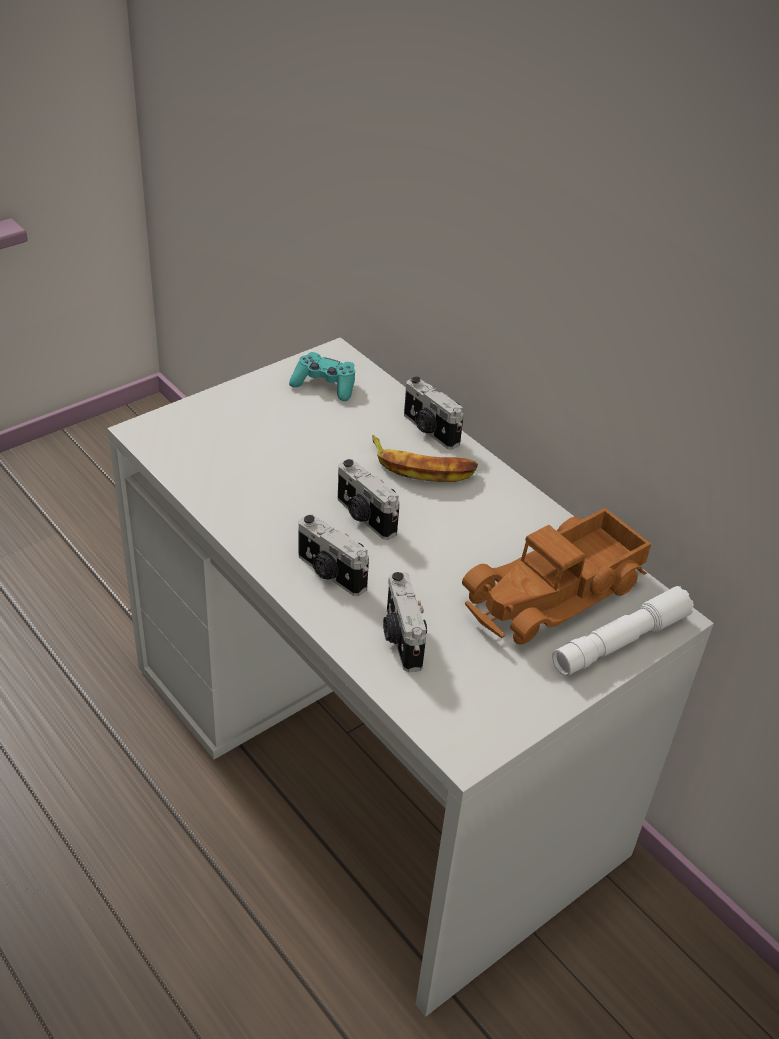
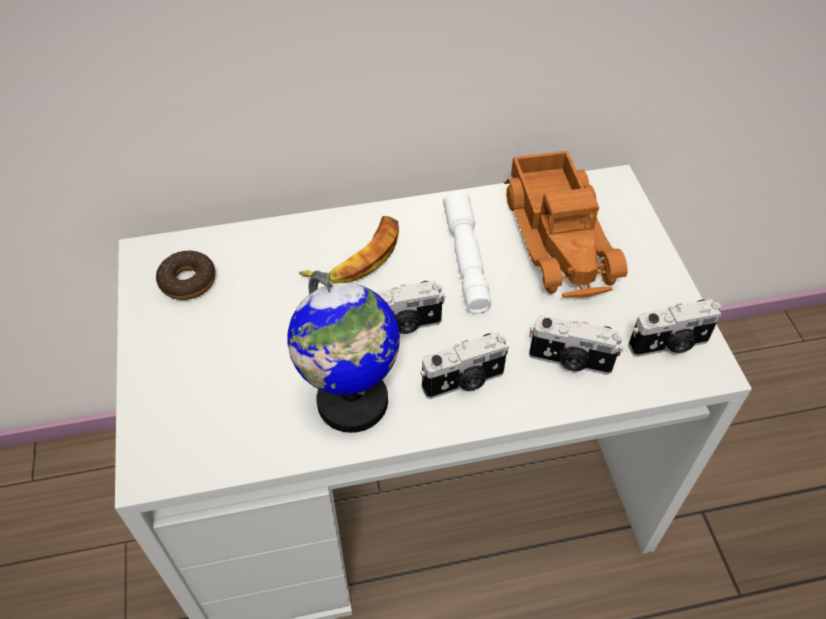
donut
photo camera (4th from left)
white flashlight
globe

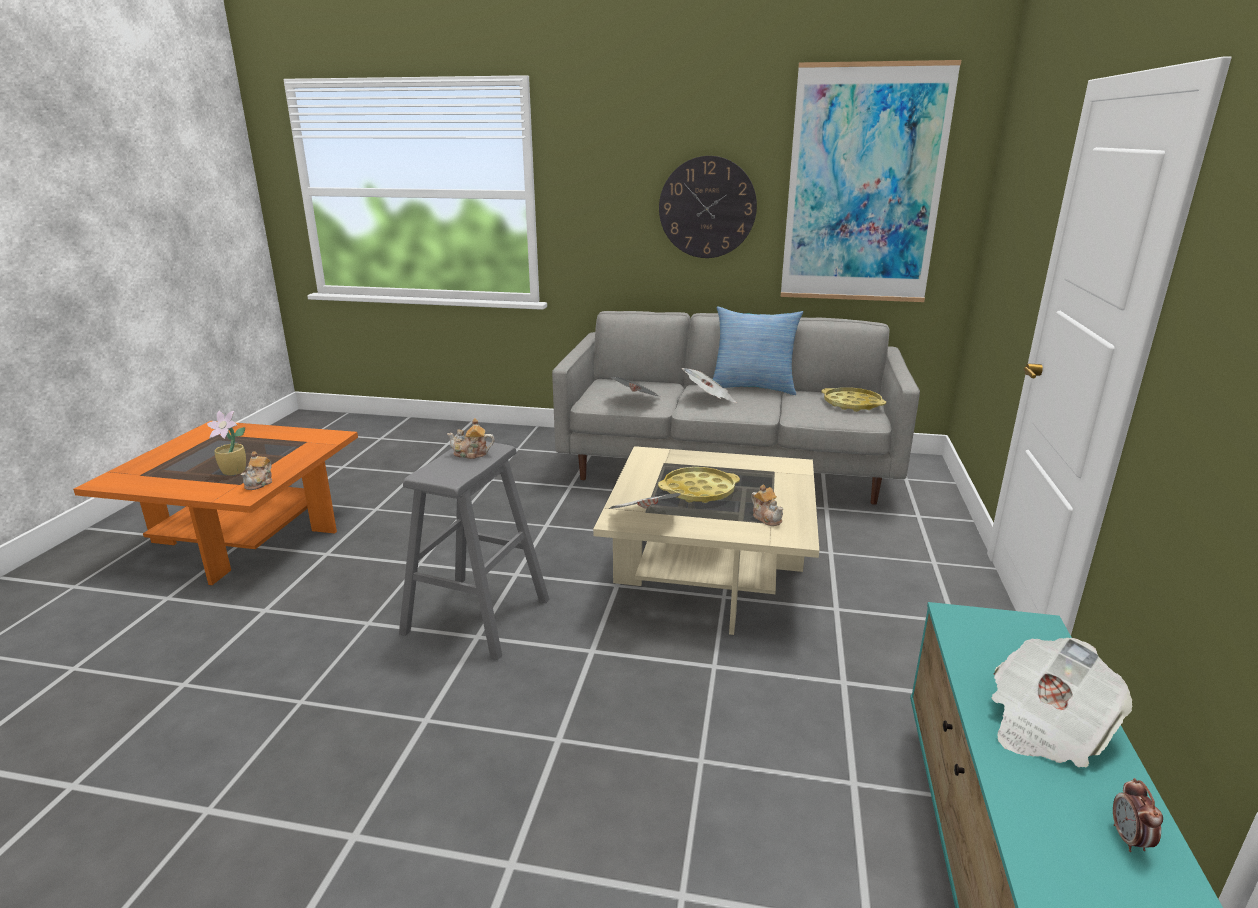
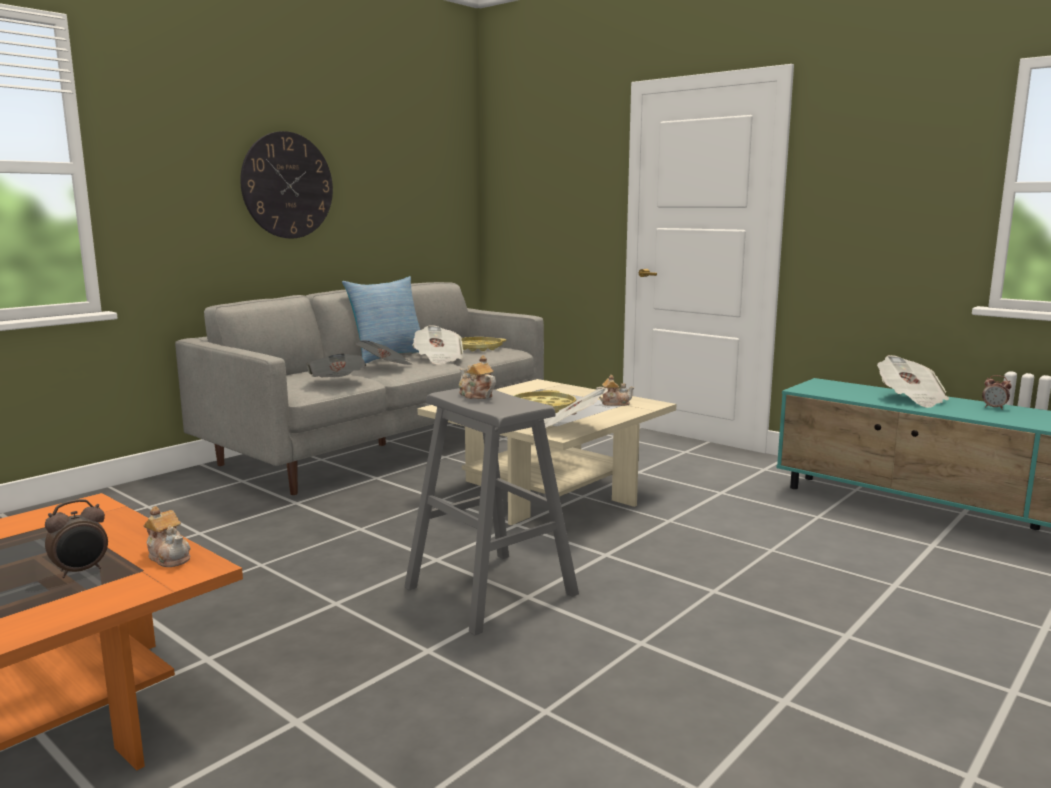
picture
alarm clock (1st from left)
teapot (2nd from left)
newspaper (3rd from left)

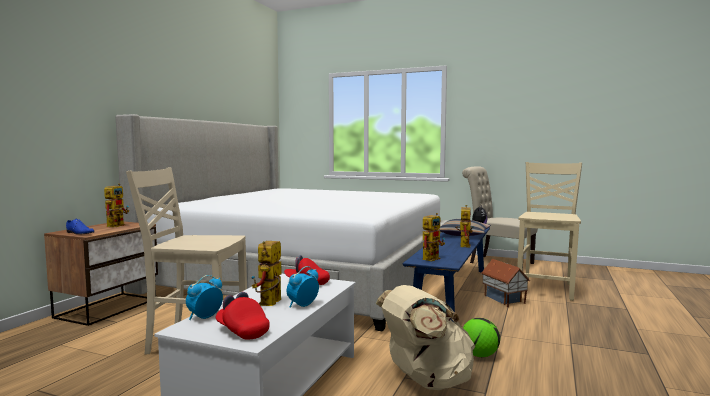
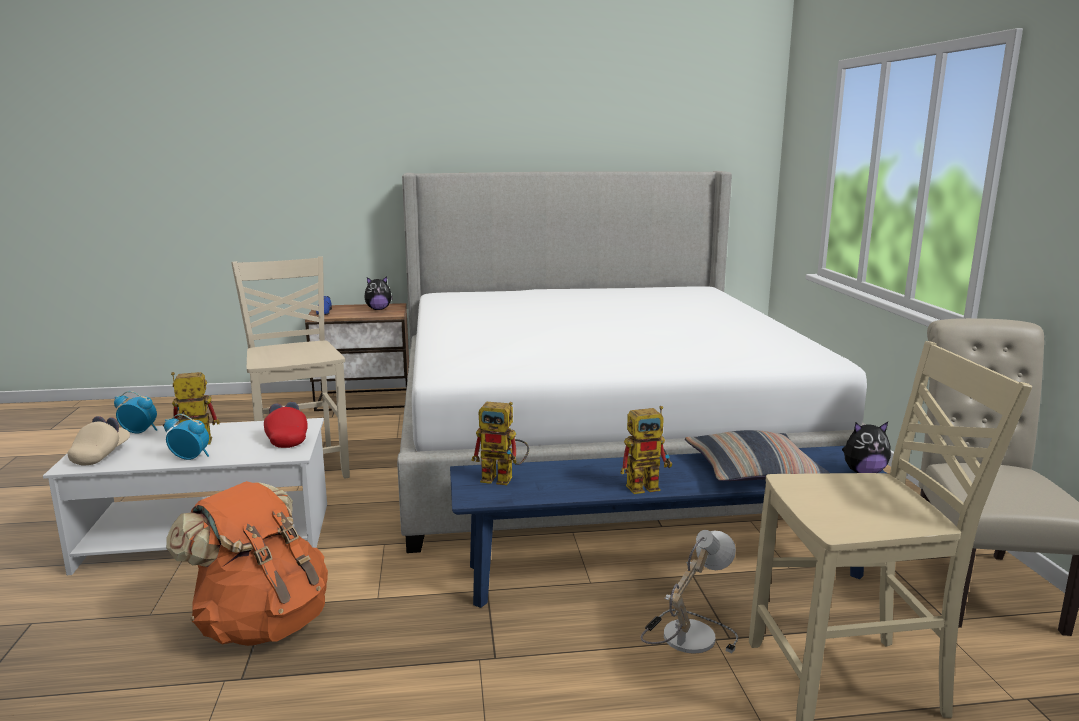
plush toy (1st from left)
table lamp
orange backpack
beige cap
football

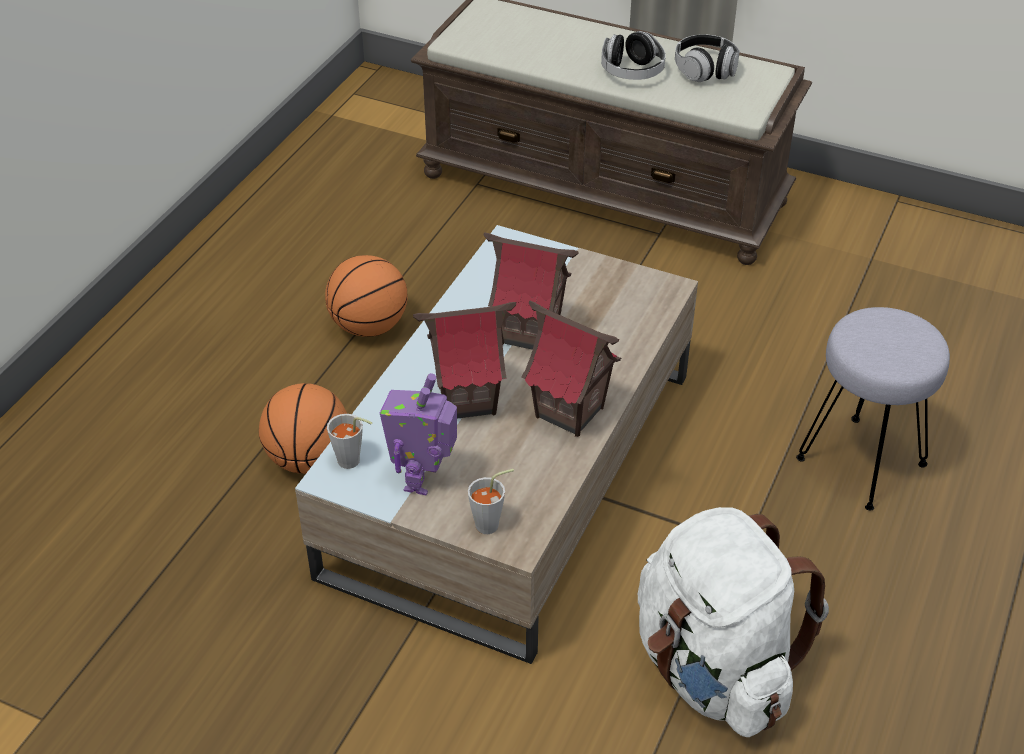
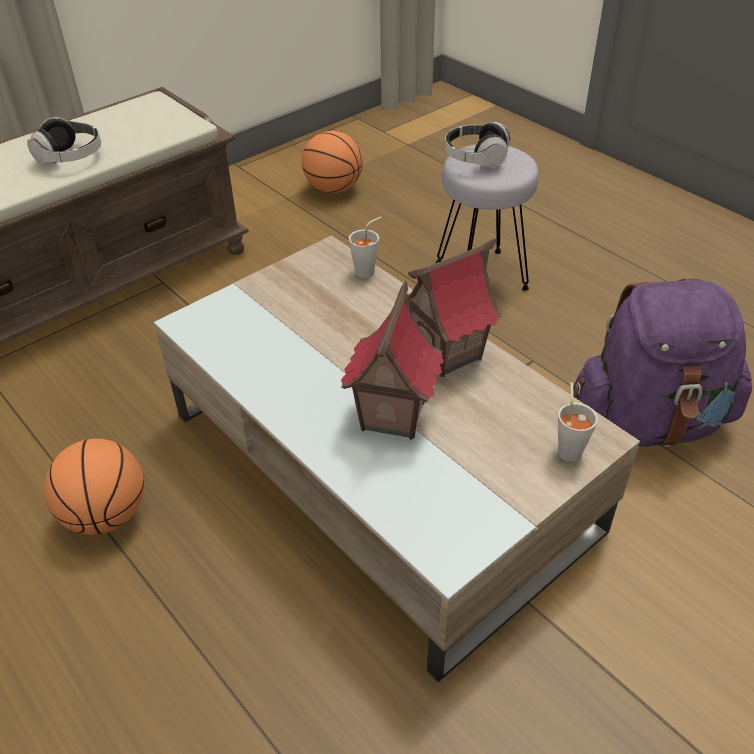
headphones (2nd from left)
toy house (2nd from left in the first image)
toy robot
basketball (2nd from left)
grey cup (1st from left)
purple backpack

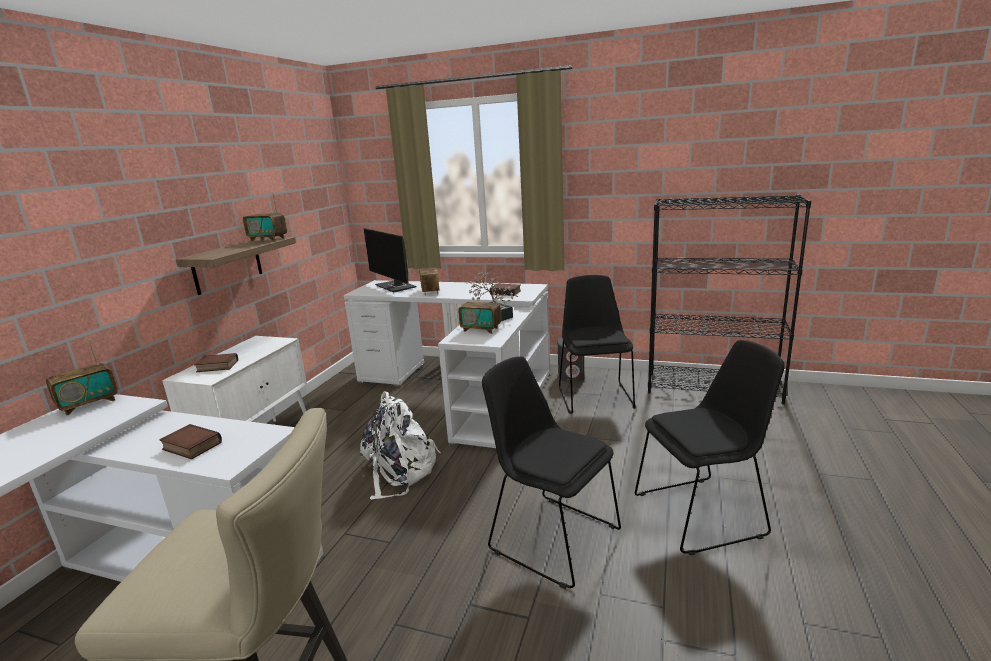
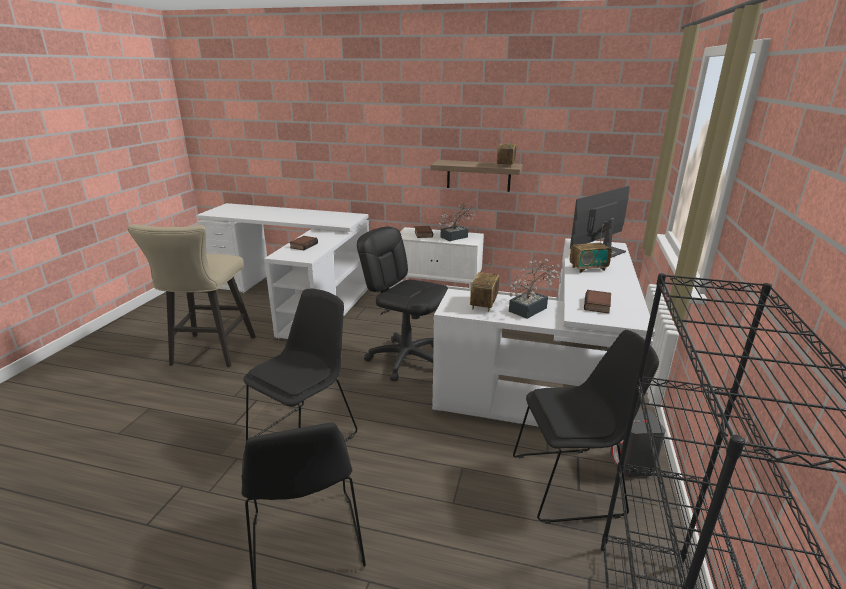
radio (1st from left in the first image)
black office chair
potted plant (1st from left)

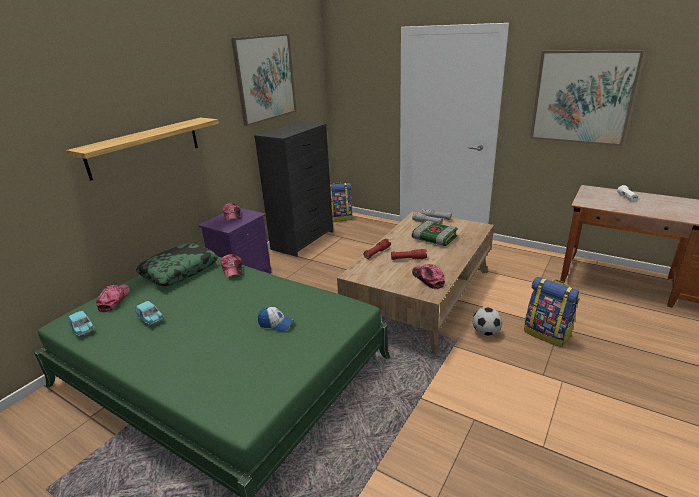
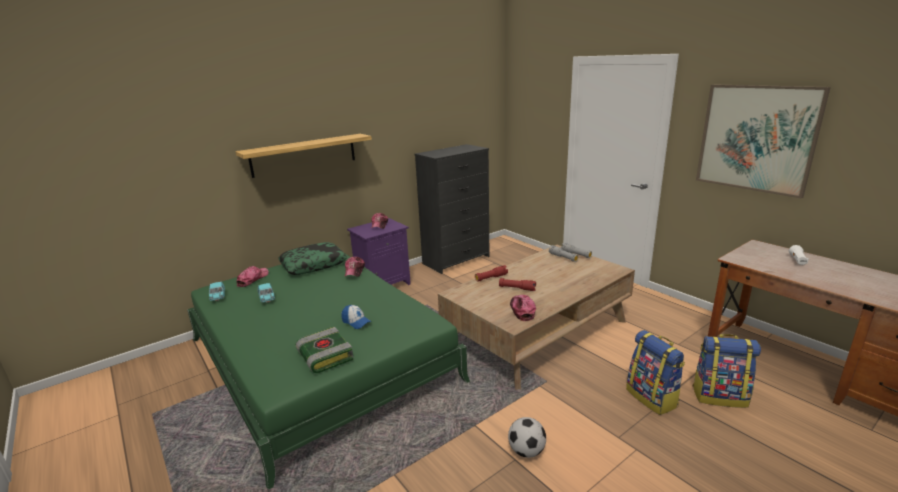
picture (1st from left in the first image)
backpack (2nd from left)
book
football

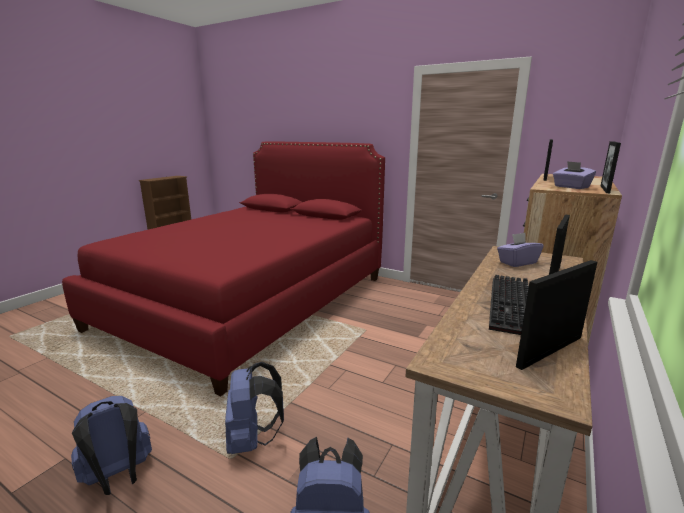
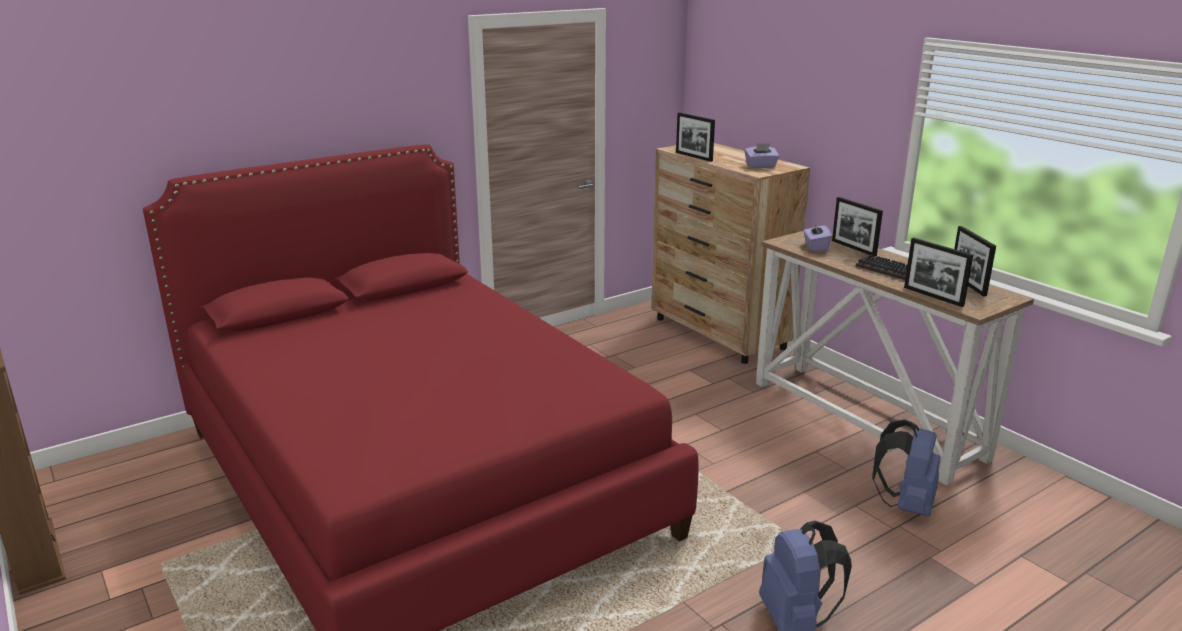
picture frame (3rd from left)
blue backpack (2nd from left in the first image)

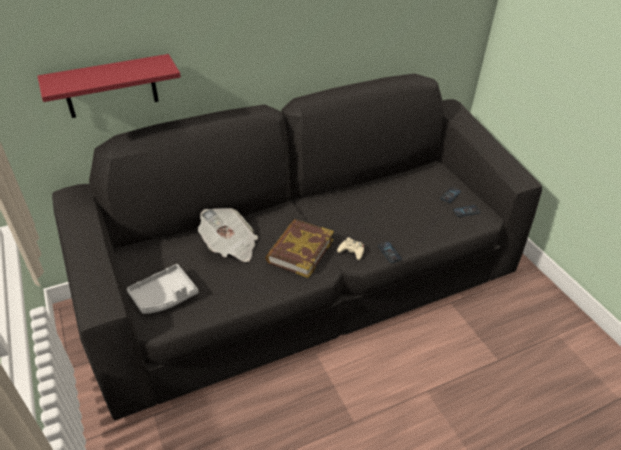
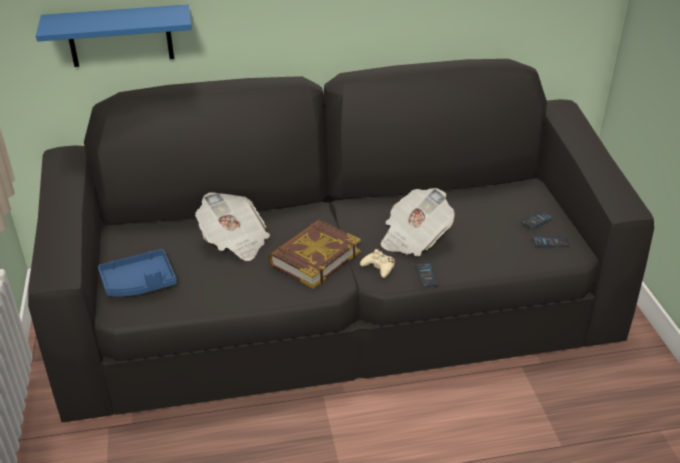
blue shelf
blue tray
newspaper (2nd from left)

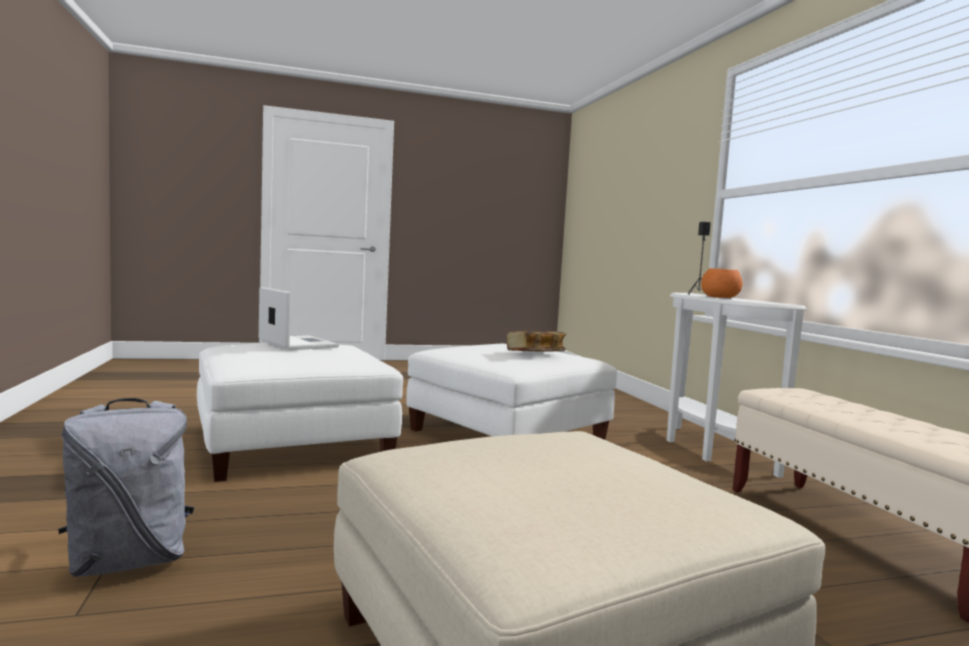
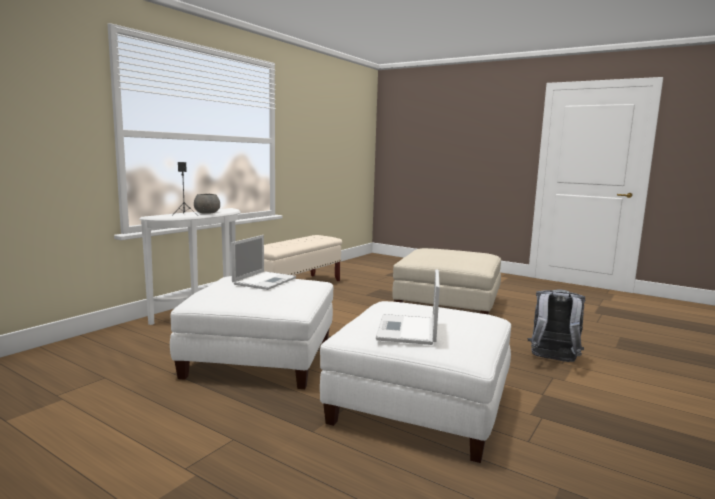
grey bowl
laptop (1st from left)

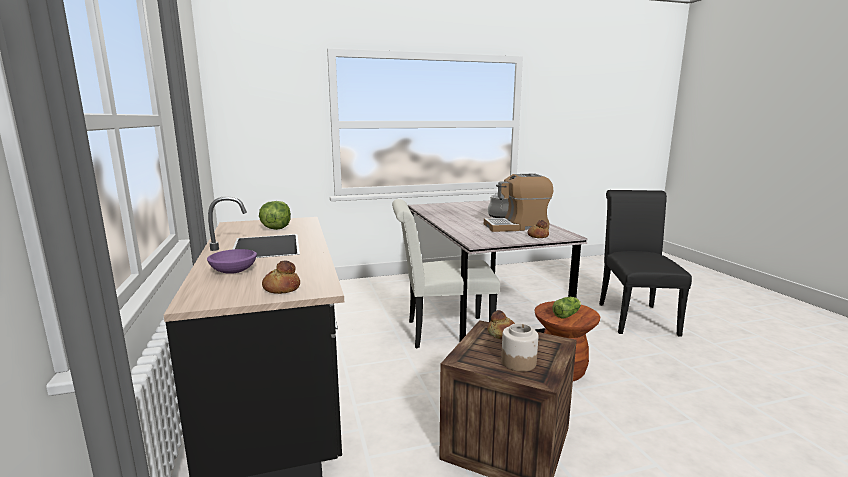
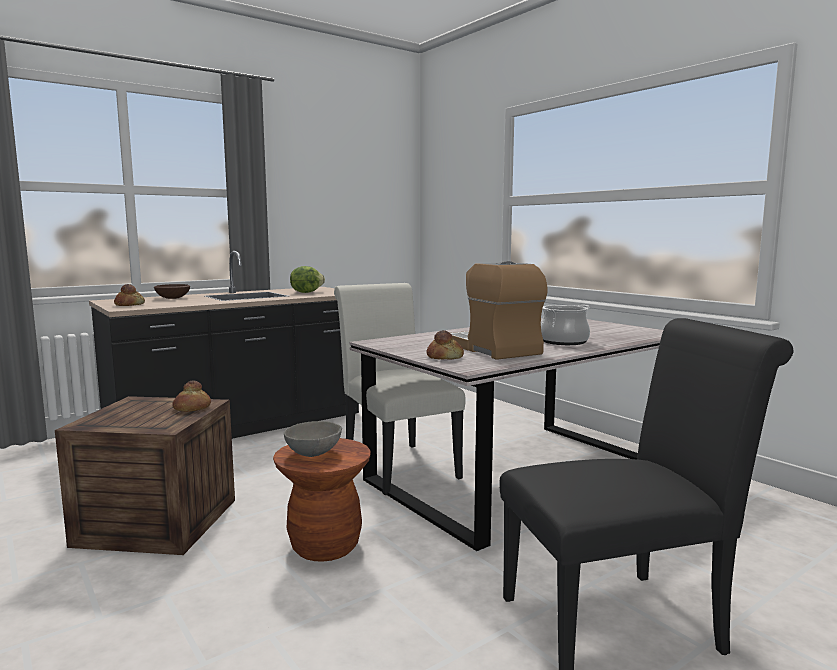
brown bowl
grey bowl
jar

